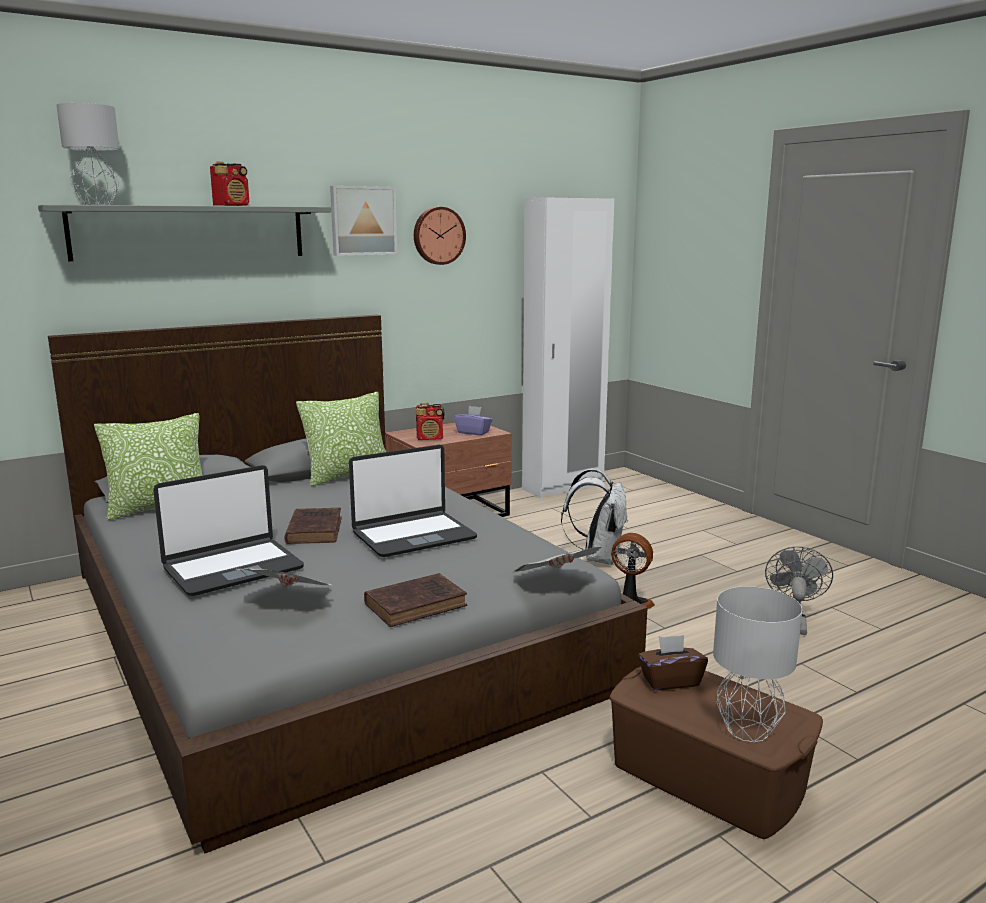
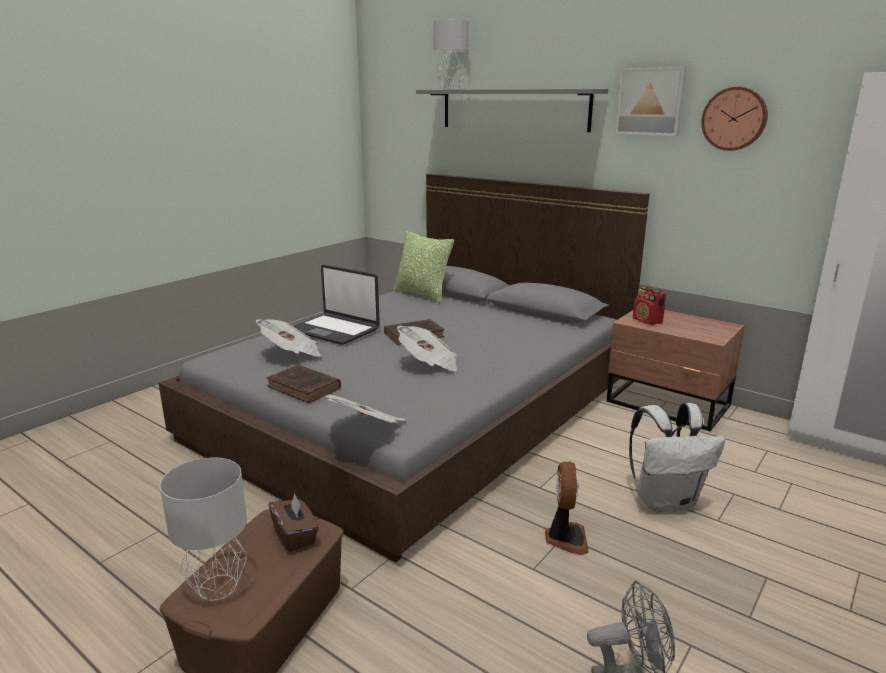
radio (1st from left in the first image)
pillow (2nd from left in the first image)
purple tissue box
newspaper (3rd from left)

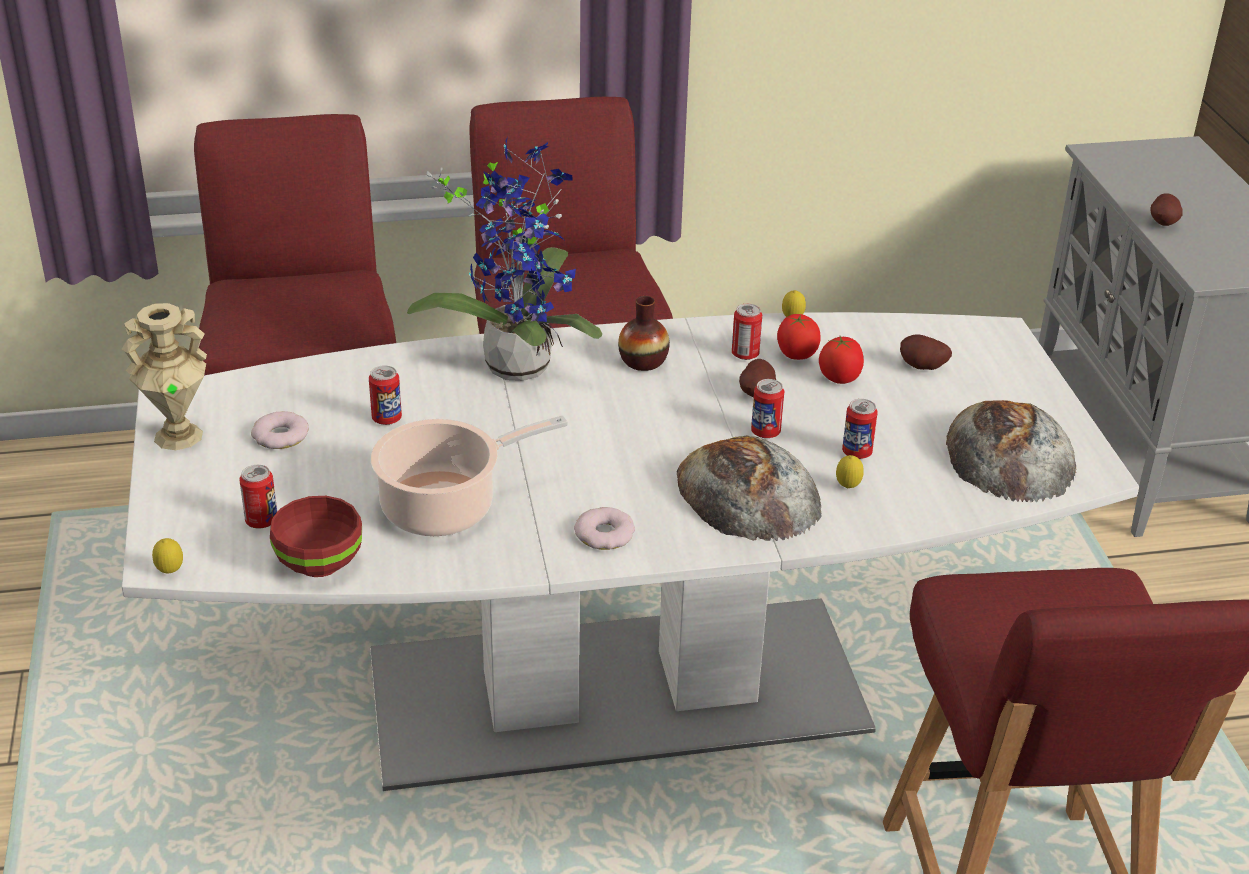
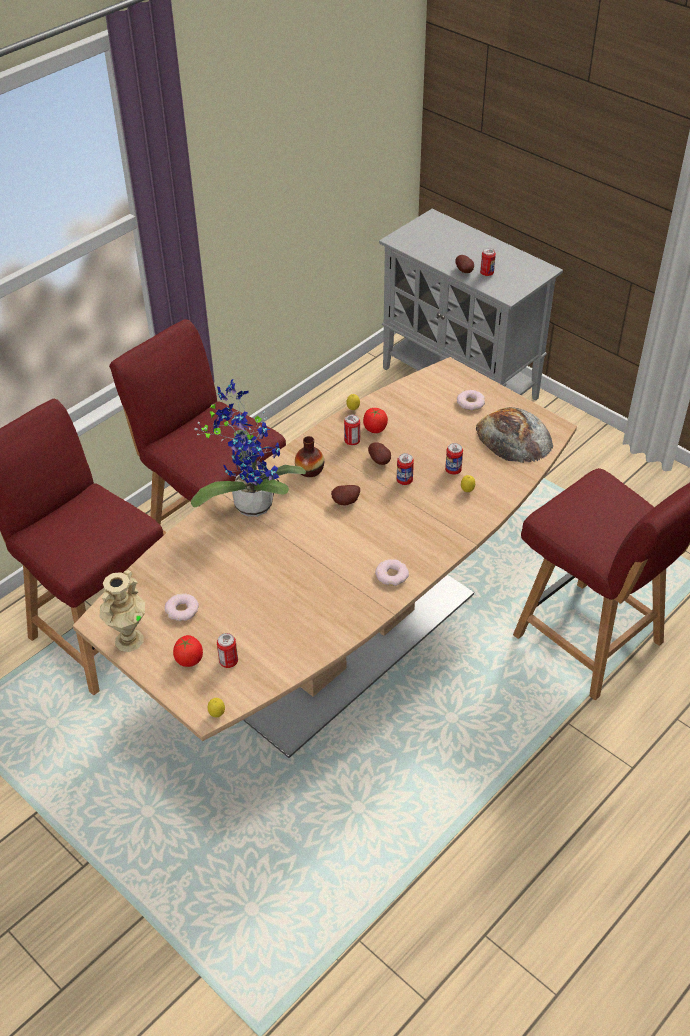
brown dining table
potato (1st from left)
tomato (1st from left)
can (5th from left)
cooking pot
bread (1st from left in the first image)
red bowl
donut (3rd from left)

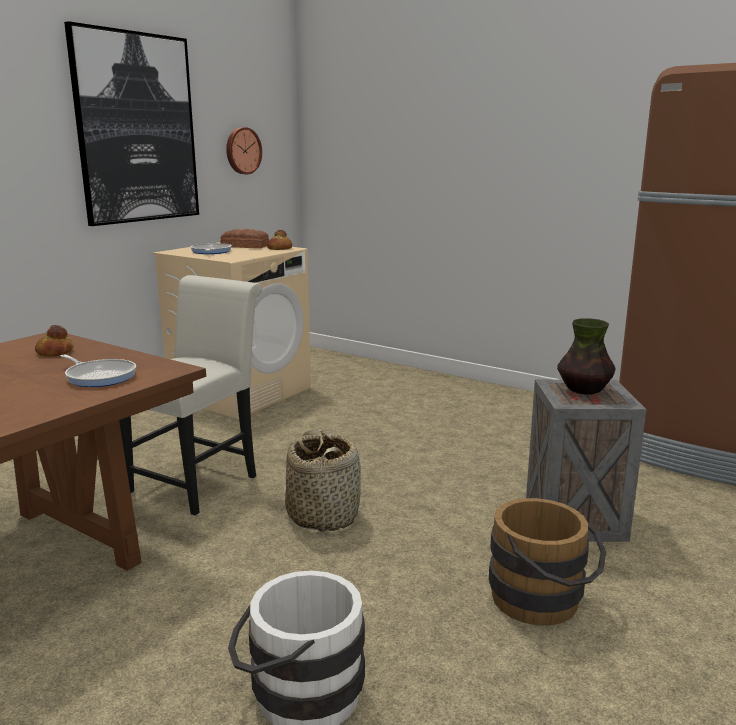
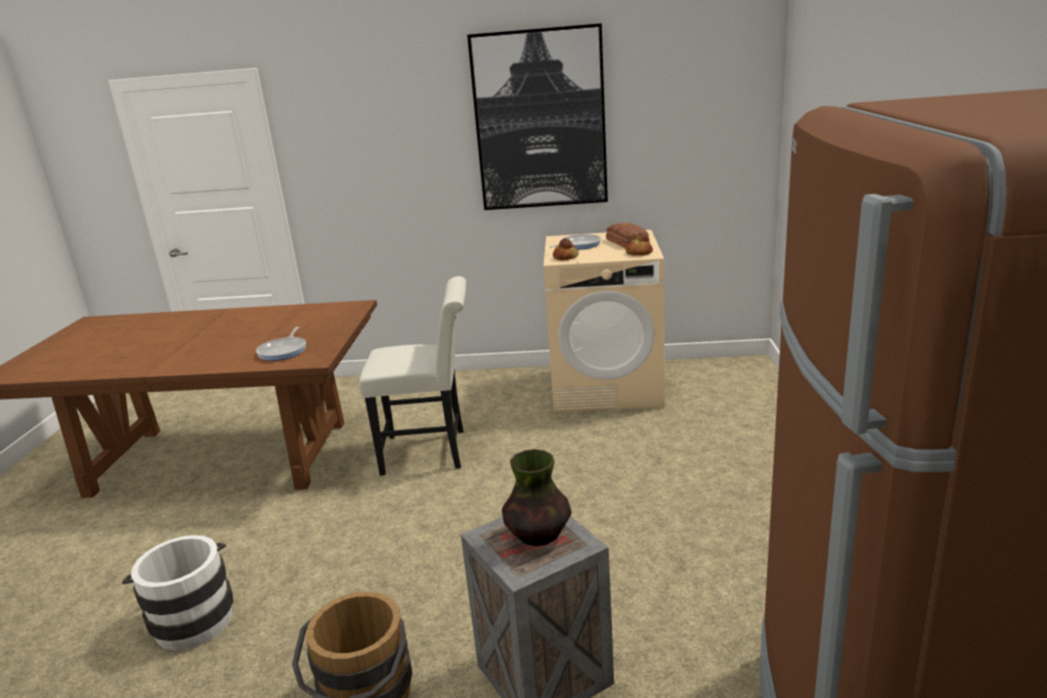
wall clock
bread (1st from left)
basket

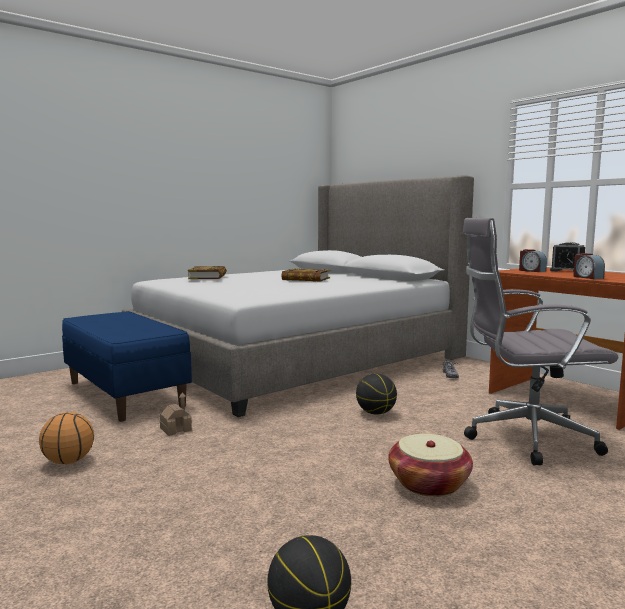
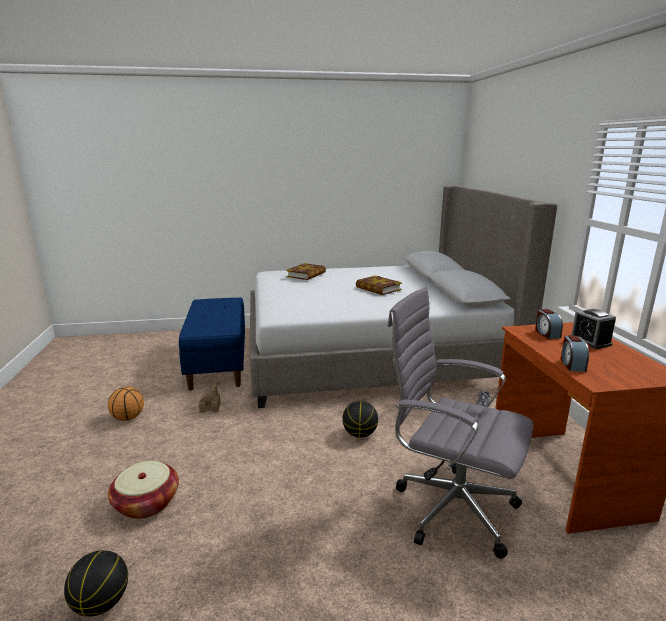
basket

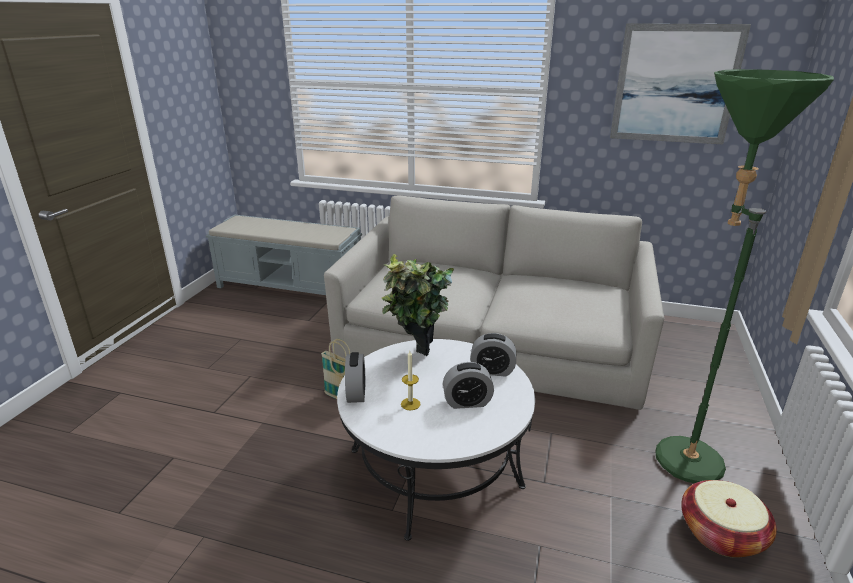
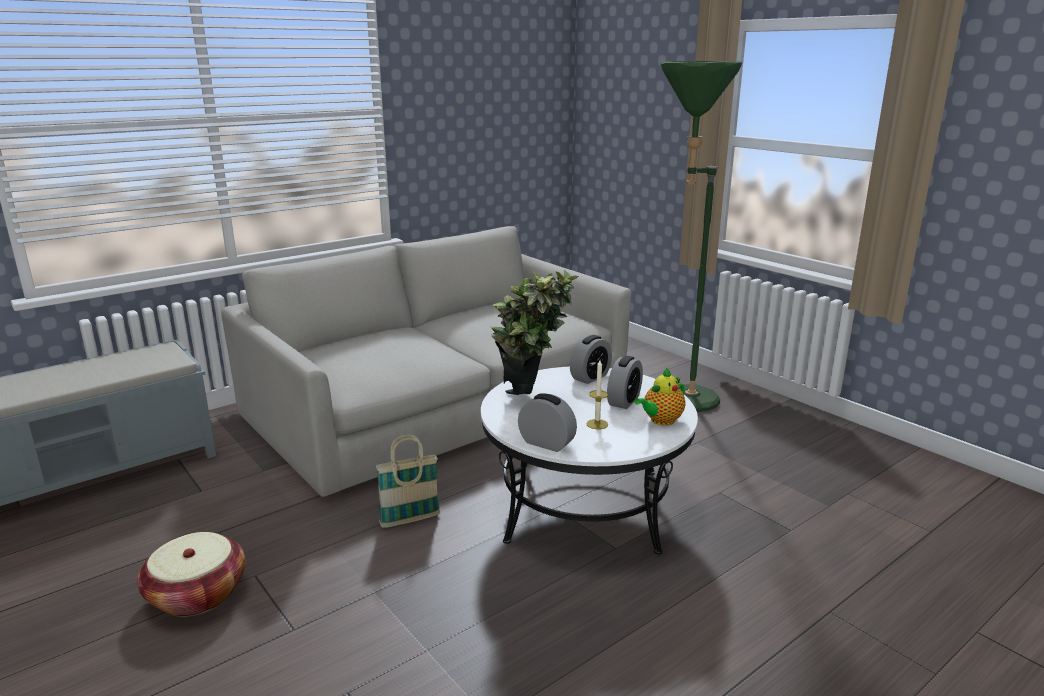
picture
basket (1st from left)
teapot

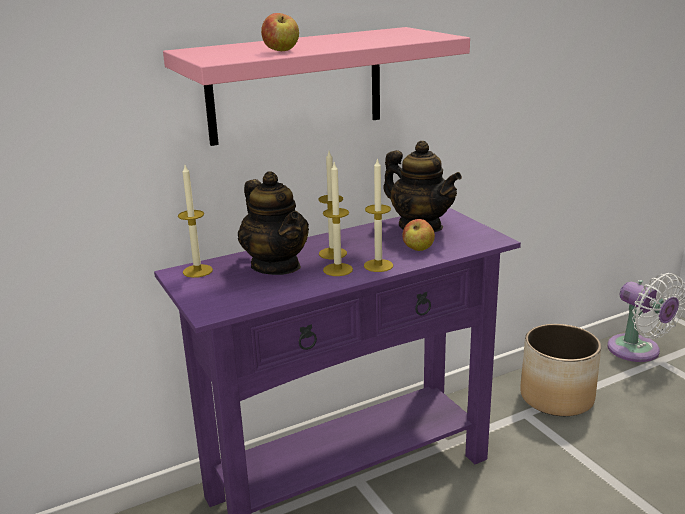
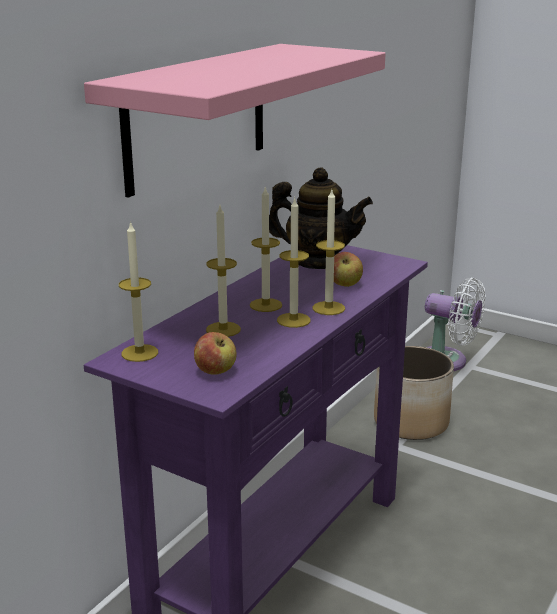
apple (1st from left)
candle (2nd from left)

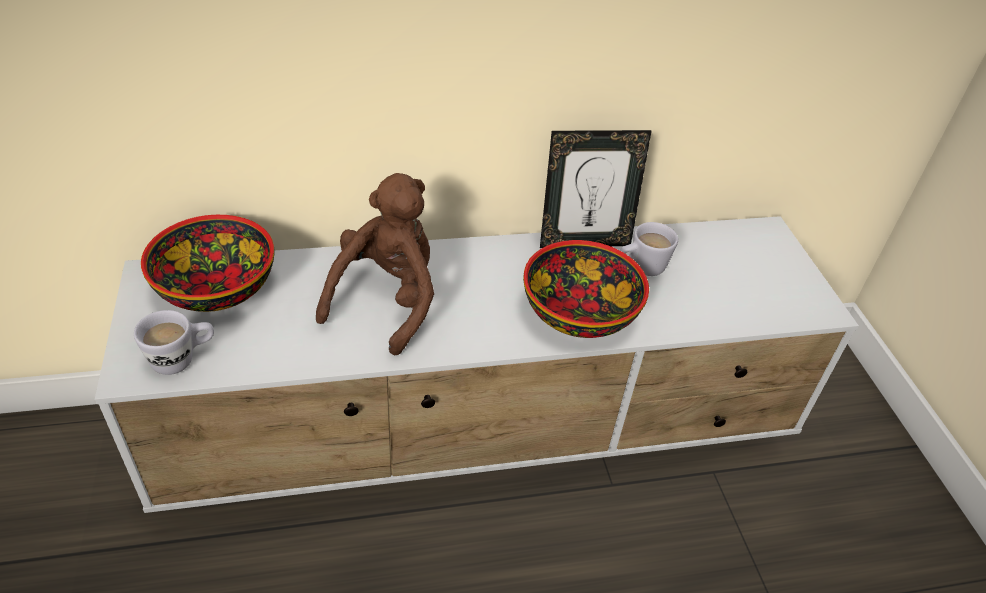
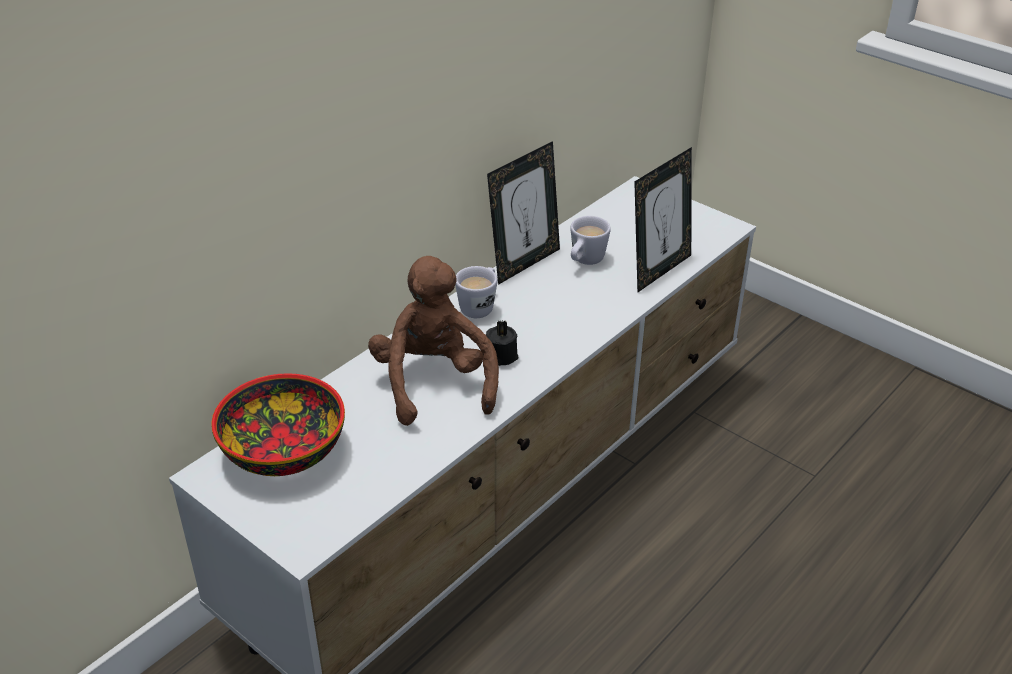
bowl (2nd from left in the first image)
white mug (1st from left)
picture frame (2nd from left)
black candle

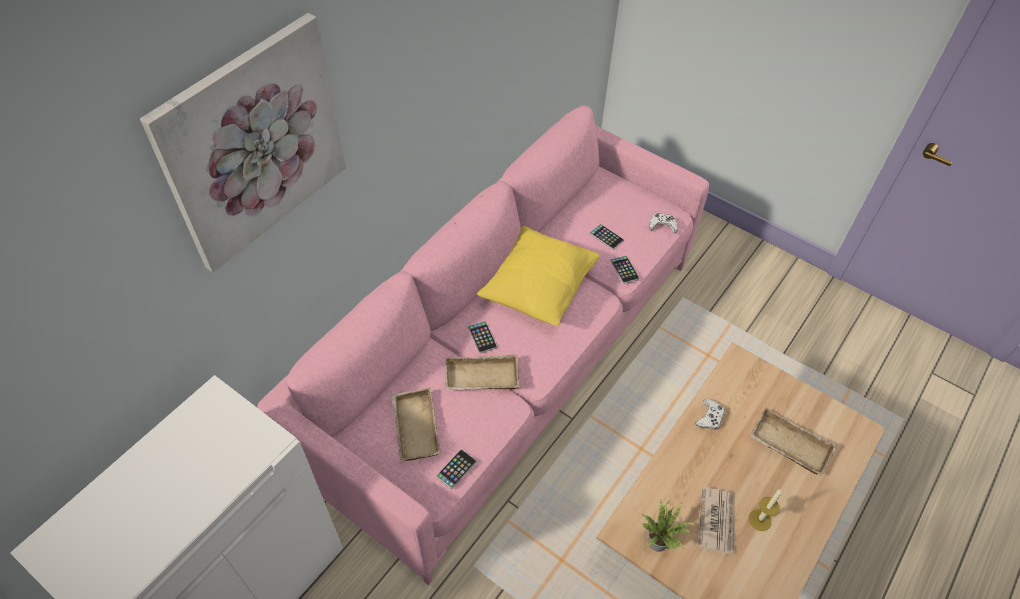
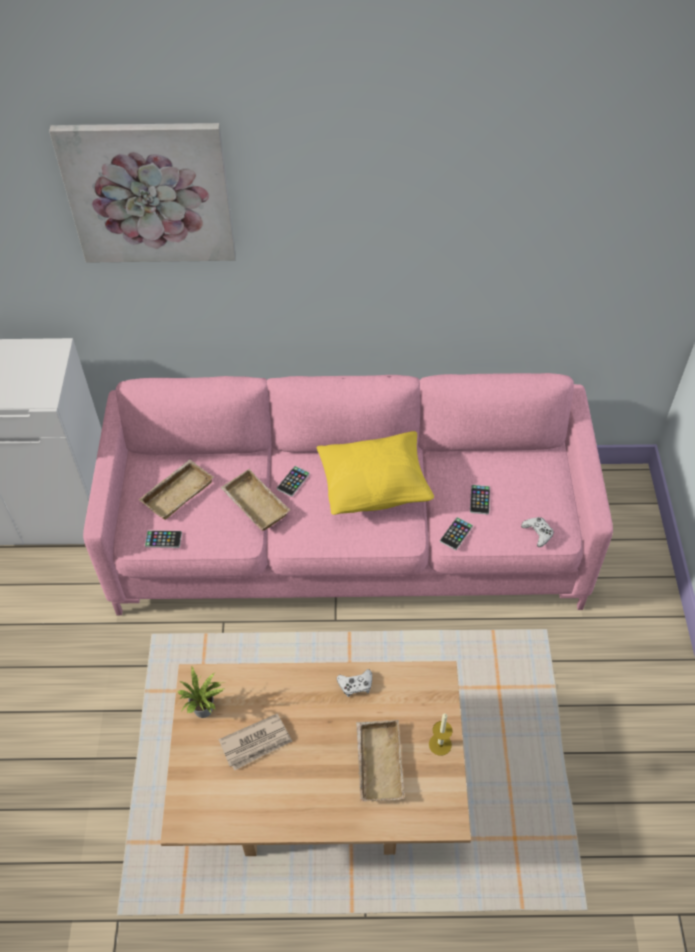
candle

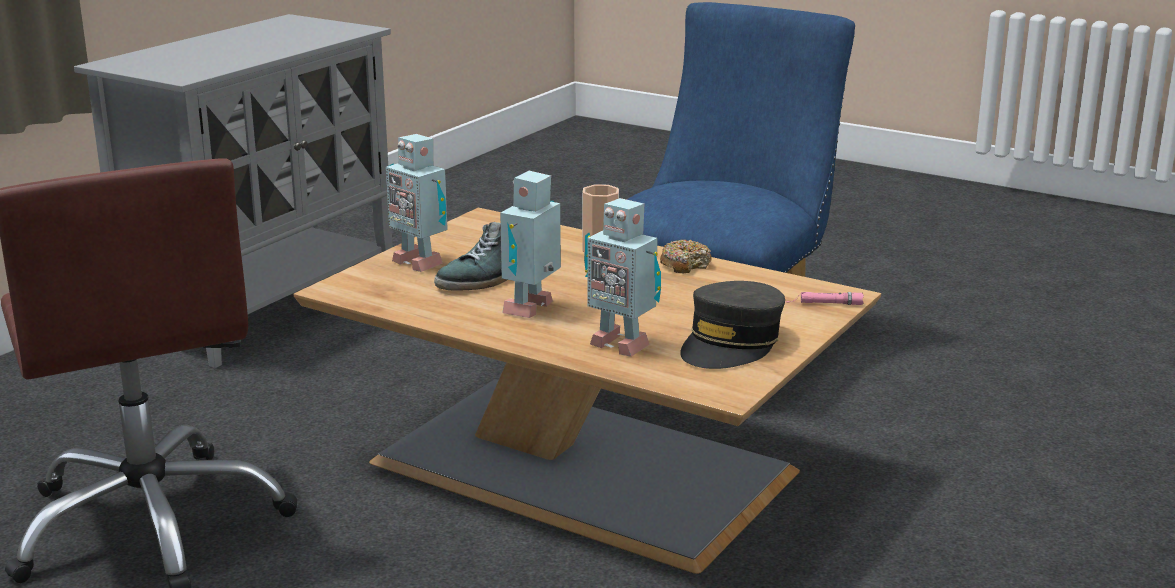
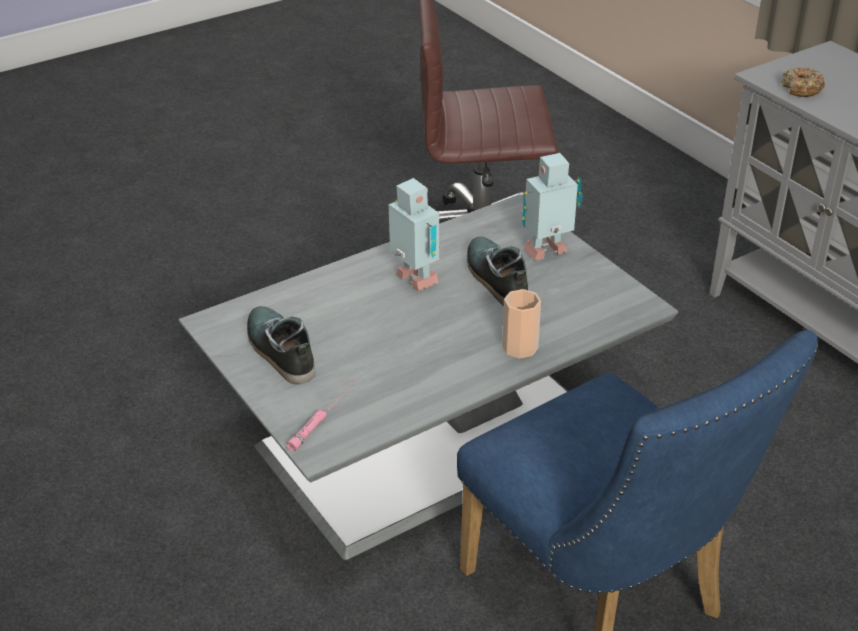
toy robot (3rd from left in the first image)
grey coffee table
donut
shoe (1st from left)

